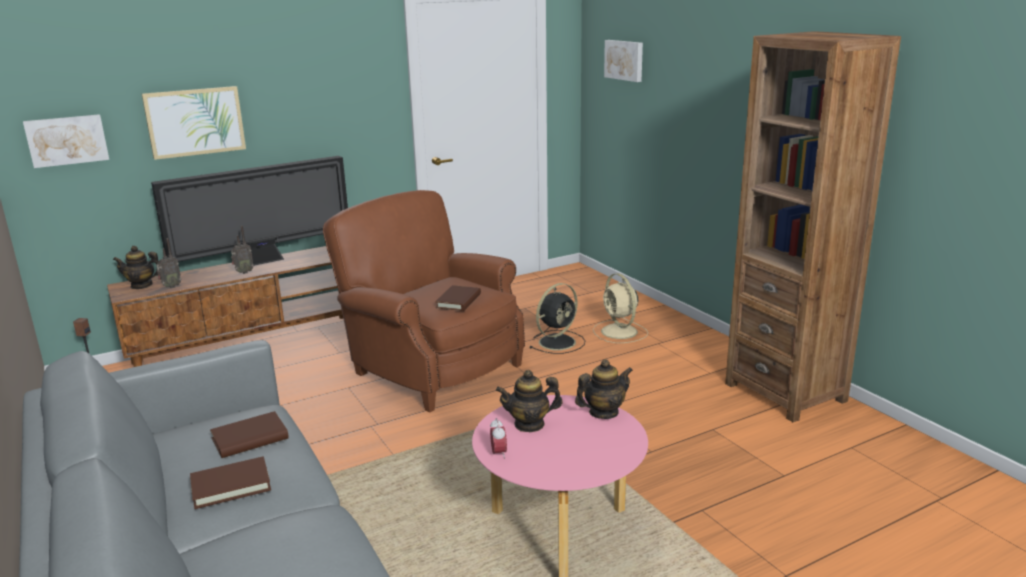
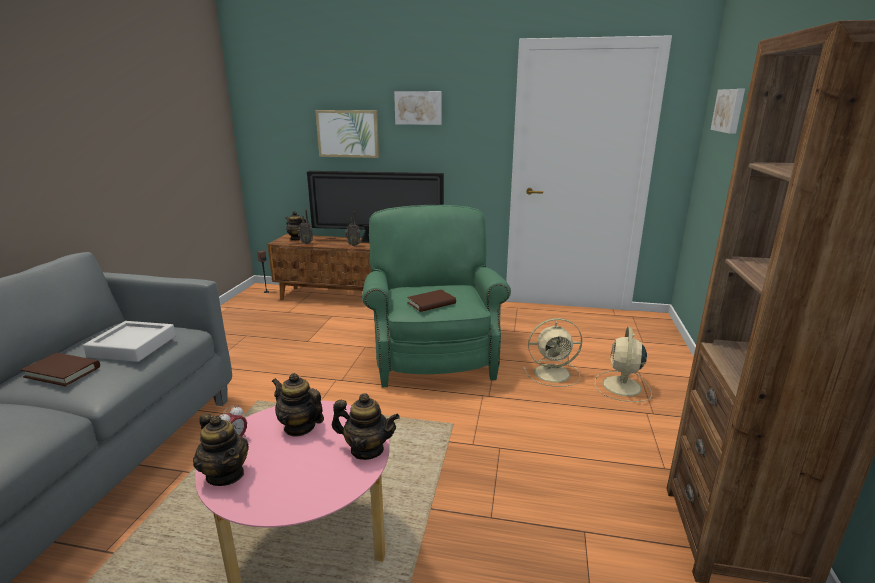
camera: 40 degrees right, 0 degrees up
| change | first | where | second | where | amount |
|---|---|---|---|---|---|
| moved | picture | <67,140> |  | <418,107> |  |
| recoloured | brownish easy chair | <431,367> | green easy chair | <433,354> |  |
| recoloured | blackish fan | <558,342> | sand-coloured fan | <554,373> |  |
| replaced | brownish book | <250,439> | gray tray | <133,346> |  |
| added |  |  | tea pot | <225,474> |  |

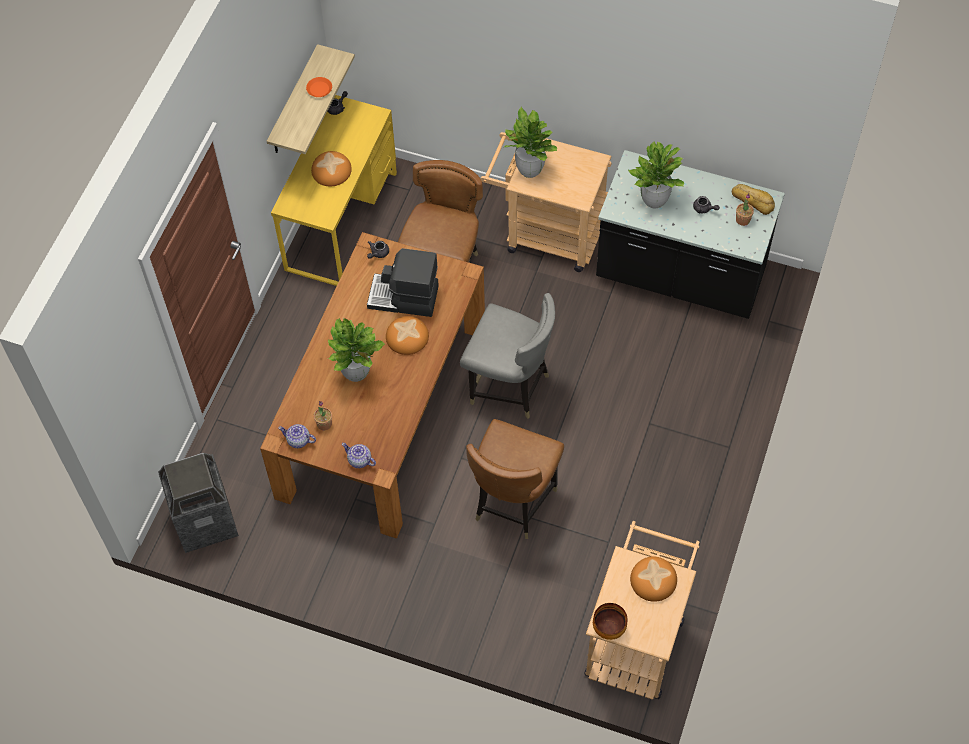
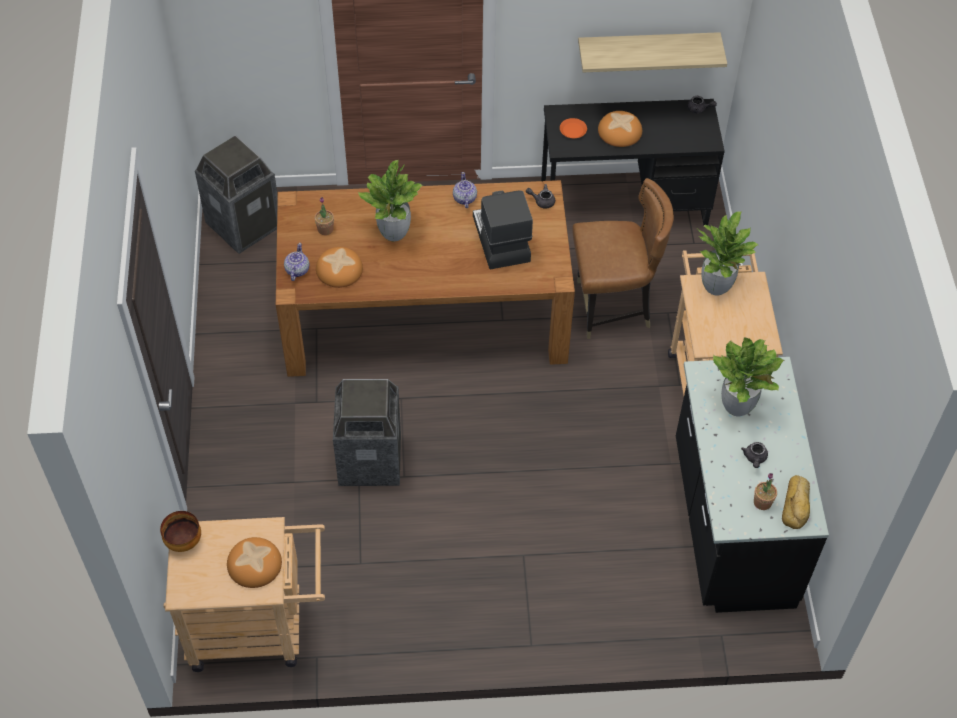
camera: 65 degrees right, 5 degrees down
| change | first | where | second | where | amount |
|---|---|---|---|---|---|
| moved | orangey dinner plate | <319,89> |  | <573,130> |  |
| recoloured | yellowish desk table | <342,220> | blackish desk table | <624,203> |  |
| removed | gray chair | <510,387> |  |  |  |
| moved | baked bread | <407,337> |  | <339,269> |  |
| replaced | brownish chair | <513,502> | rubbish bin | <369,460> |  |
| moved | tea pot | <298,440> |  | <464,199> |  |

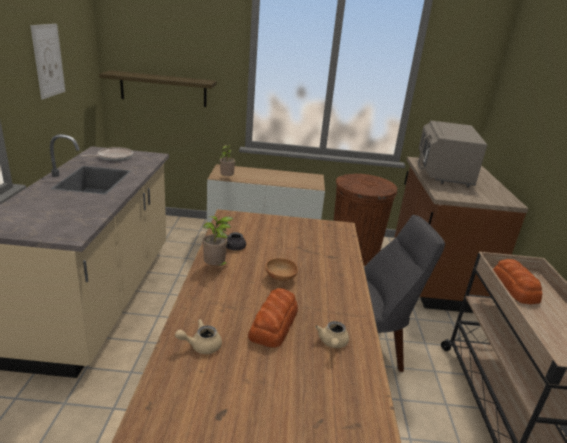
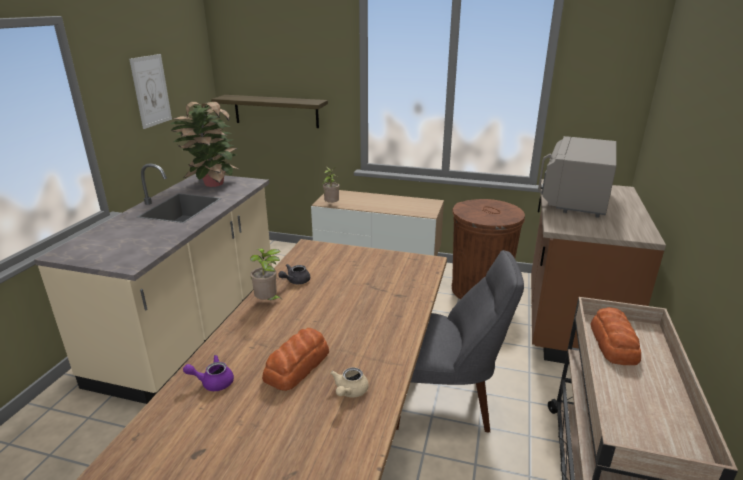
camera: 15 degrees right, 0 degrees up
| change | first | where | second | where | amount |
|---|---|---|---|---|---|
| replaced | pan | <113,157> | houseplant | <211,184> |  |
| removed | brownish serving bowl | <280,279> |  |  |  |
| recoloured | sand-coloured tea pot | <201,346> | purple tea pot | <213,382> |  |

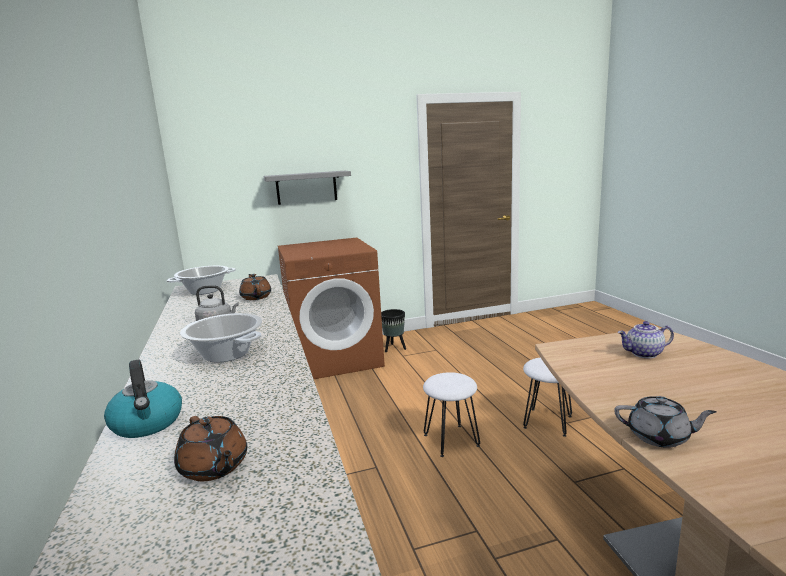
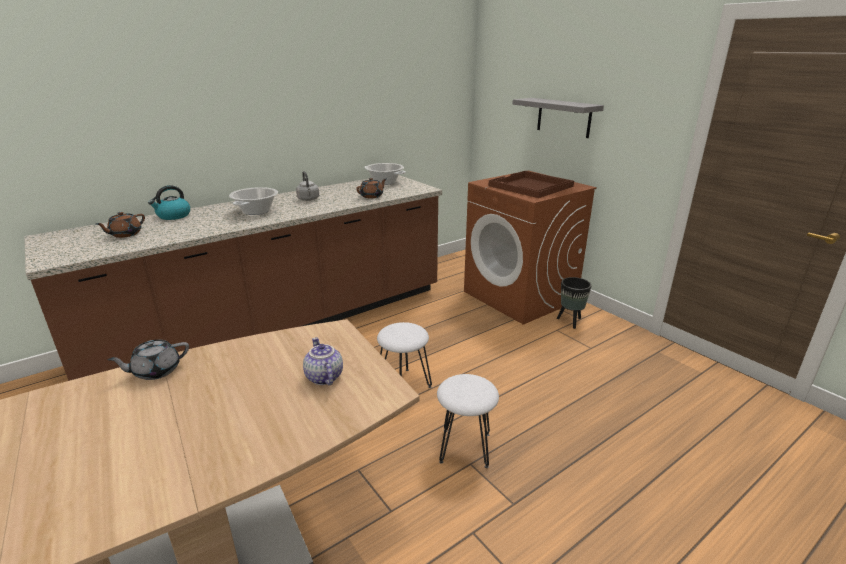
camera: 70 degrees right, 10 degrees up
| change | first | where | second | where | amount |
|---|---|---|---|---|---|
| turned | gray tea pot | <659,437> |  | <156,371> | 60 degrees clockwise |
| added |  |  | brownish tray | <531,186> |  |

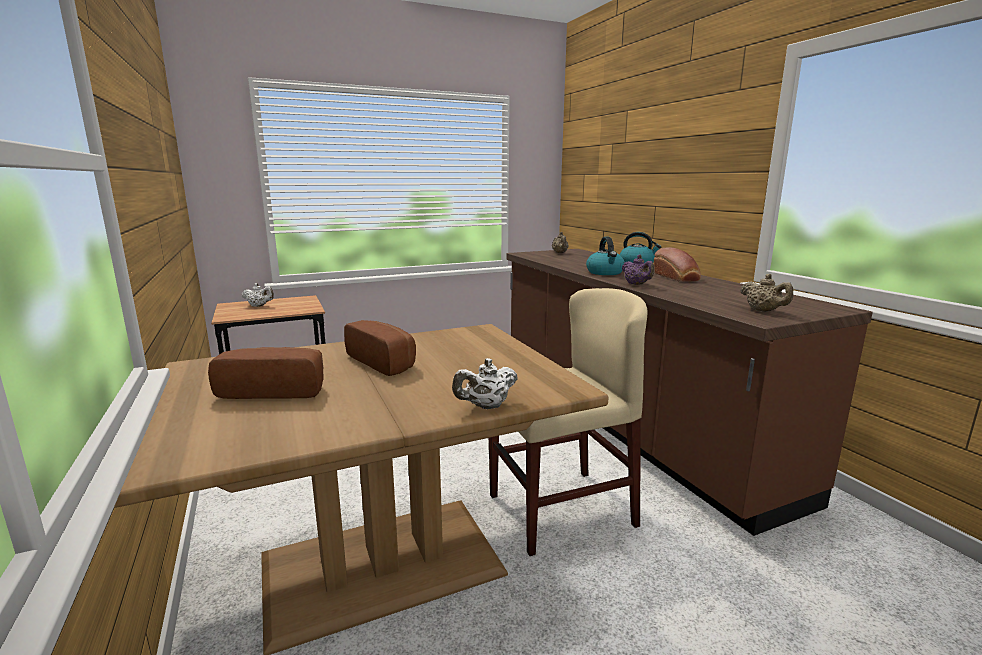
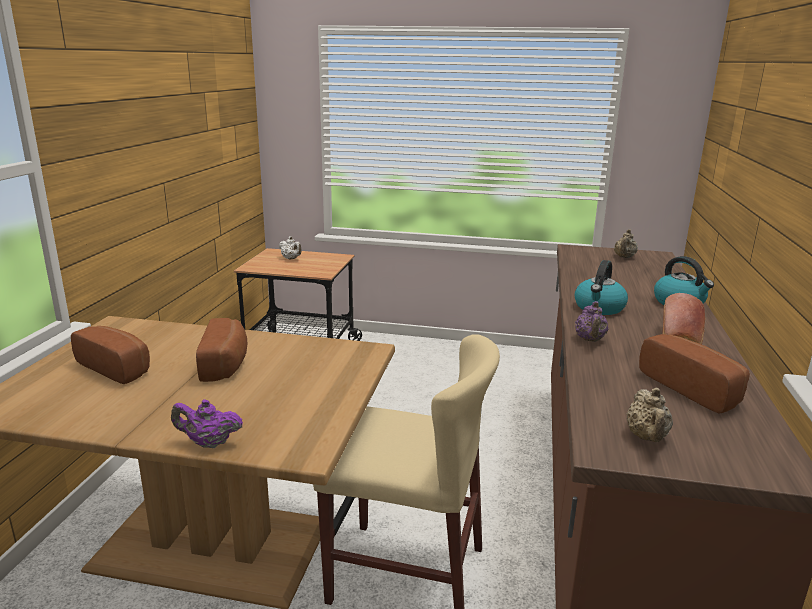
camera: 35 degrees right, 5 degrees up
| change | first | where | second | where | amount |
|---|---|---|---|---|---|
| recoloured | whitish tea pot | <486,406> | purple tea pot | <208,443> |  |
| added |  |  | baked bread | <693,388> |  |

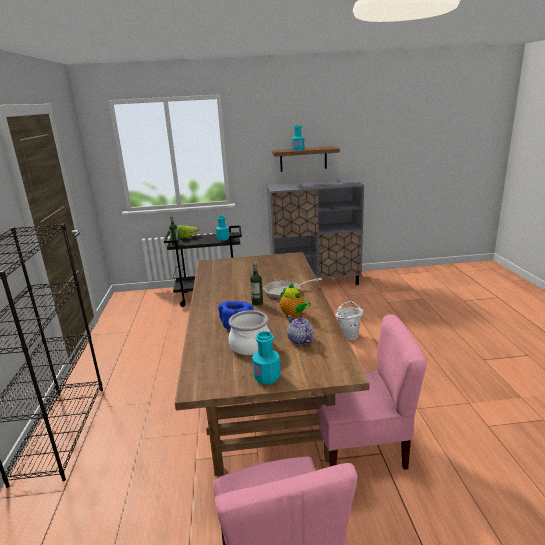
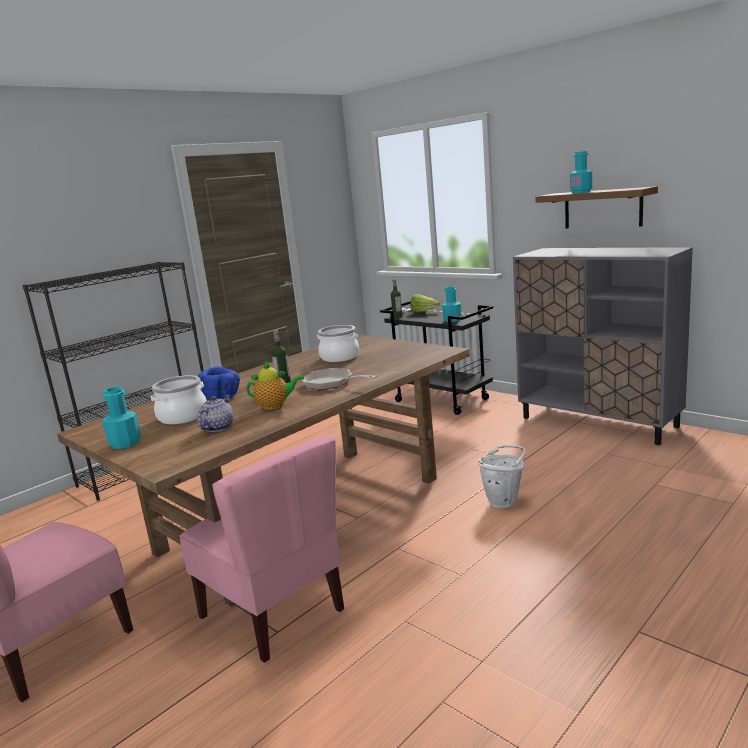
camera: 50 degrees right, 5 degrees down
| change | first | where | second | where | amount |
|---|---|---|---|---|---|
| turned | tea pot | <293,315> |  | <275,406> | 105 degrees counterclockwise |
| added |  |  | saucepot | <339,357> |  |

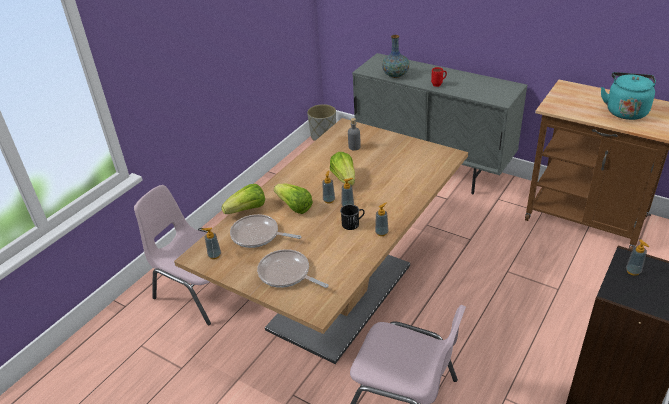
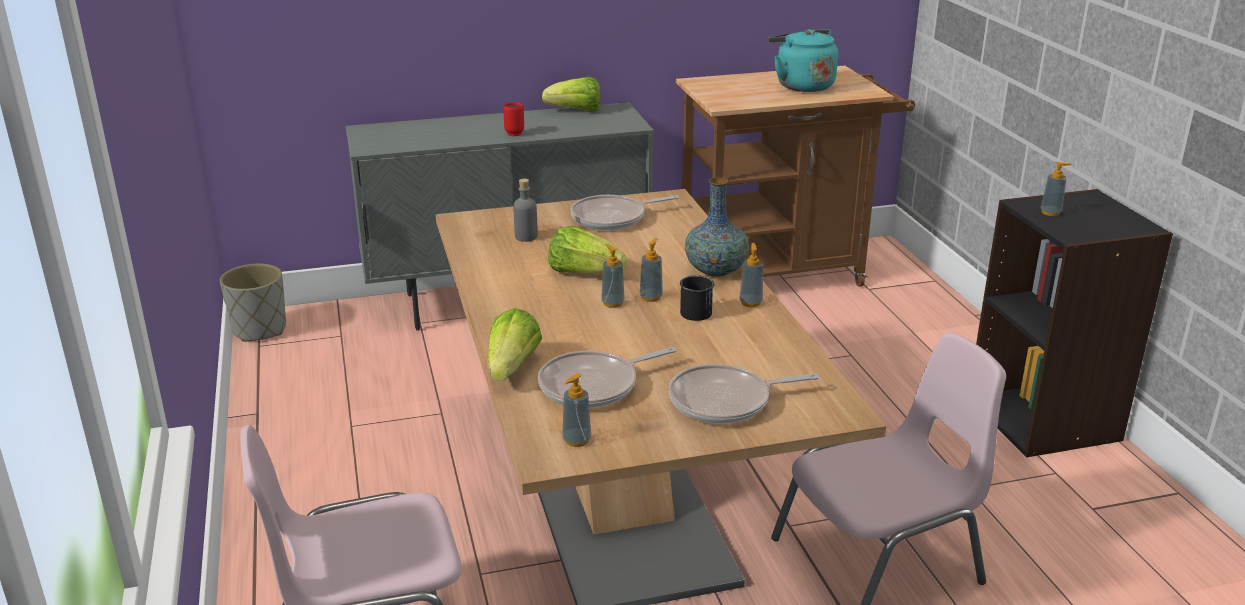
camera: 50 degrees left, 10 degrees down
| change | first | where | second | where | amount |
|---|---|---|---|---|---|
| moved | vase | <395,75> |  | <715,271> |  |
| moved | lettuce | <294,207> |  | <575,111> |  |
| added |  |  | pan | <613,218> |  |

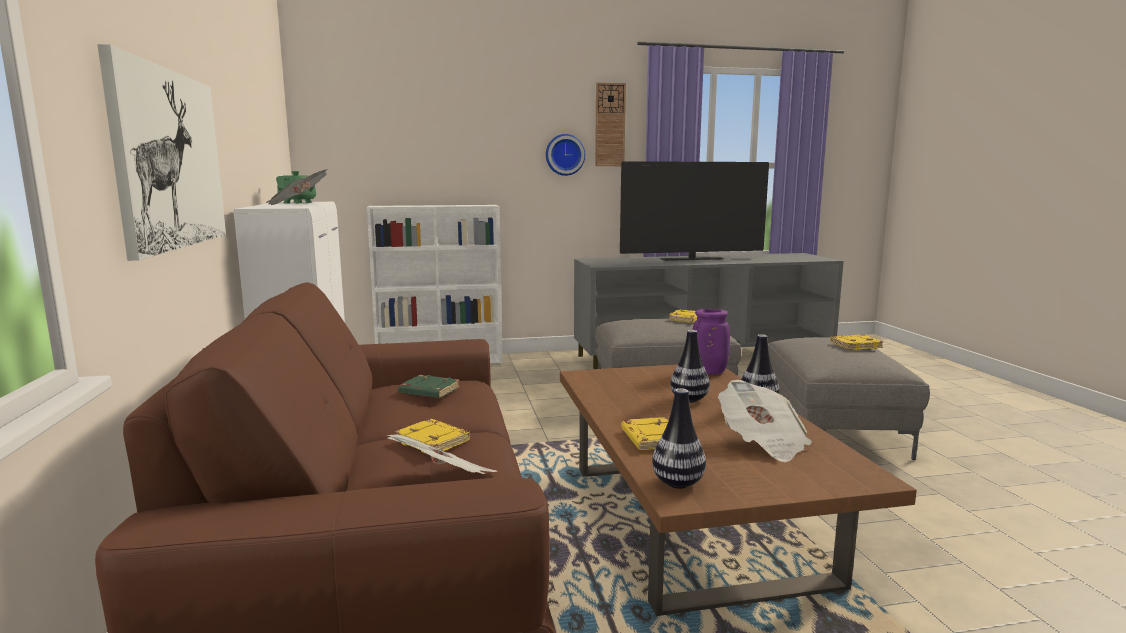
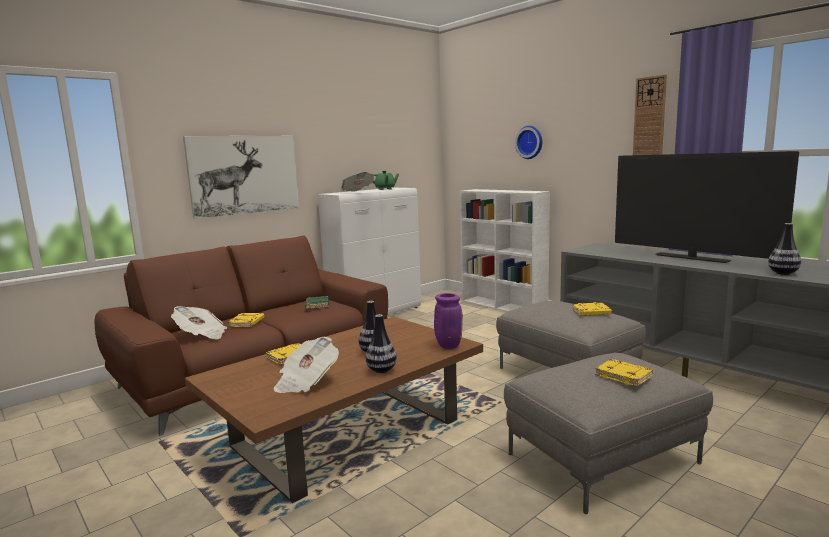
camera: 60 degrees right, 0 degrees up
| change | first | where | second | where | amount |
|---|---|---|---|---|---|
| moved | wall clock | <564,155> |  | <530,142> |  |
| moved | vase | <678,483> |  | <783,273> |  |

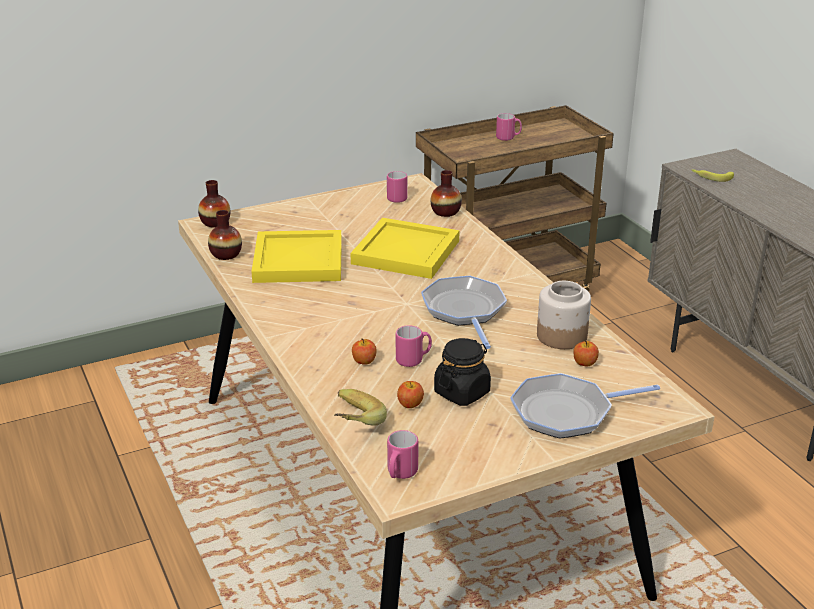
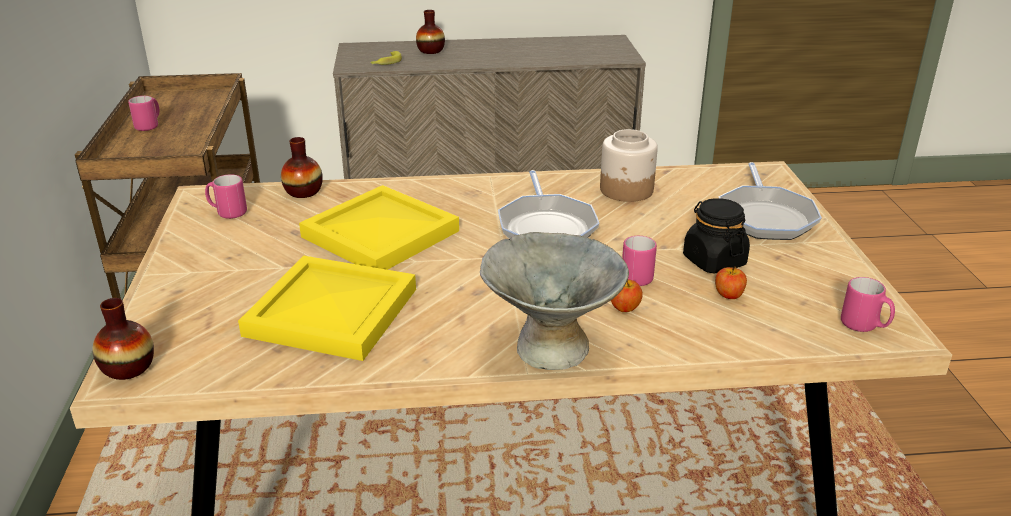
camera: 70 degrees left, 0 degrees up
| change | first | where | second | where | amount |
|---|---|---|---|---|---|
| moved | vase | <226,254> |  | <430,51> |  |
| turned | pan | <465,311> |  | <546,226> | 105 degrees counterclockwise |
| removed | apple fruit | <584,363> |  |  |  |
| removed | whole banana | <351,424> |  |  |  |
| added |  |  | gray serving bowl | <552,347> |  |

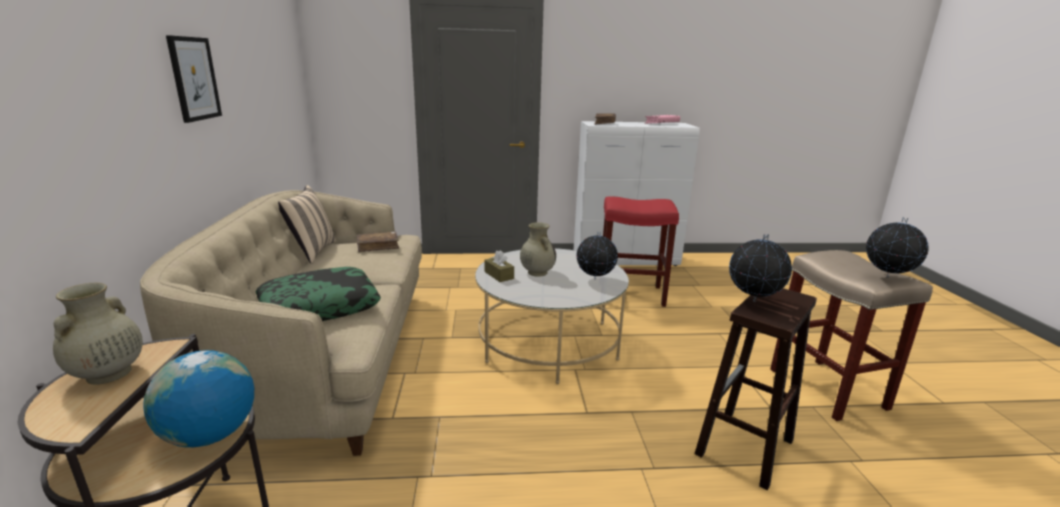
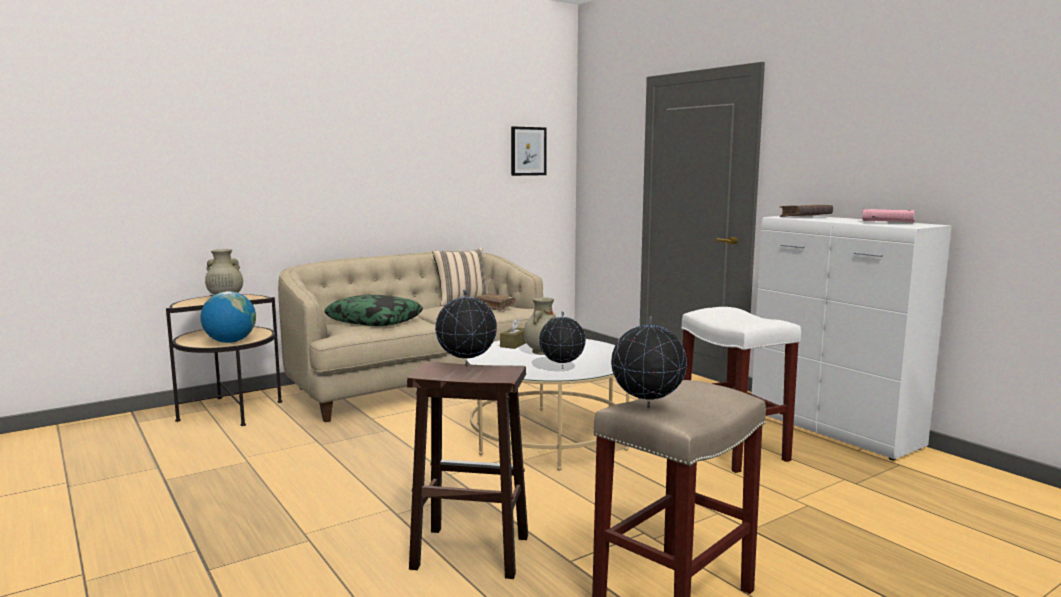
camera: 60 degrees right, 10 degrees down
| change | first | where | second | where | amount |
|---|---|---|---|---|---|
| moved | picture | <194,78> |  | <528,151> |  |
| recoloured | red-coloured sitting stool | <631,294> | whitish sitting stool | <734,450> |  |

